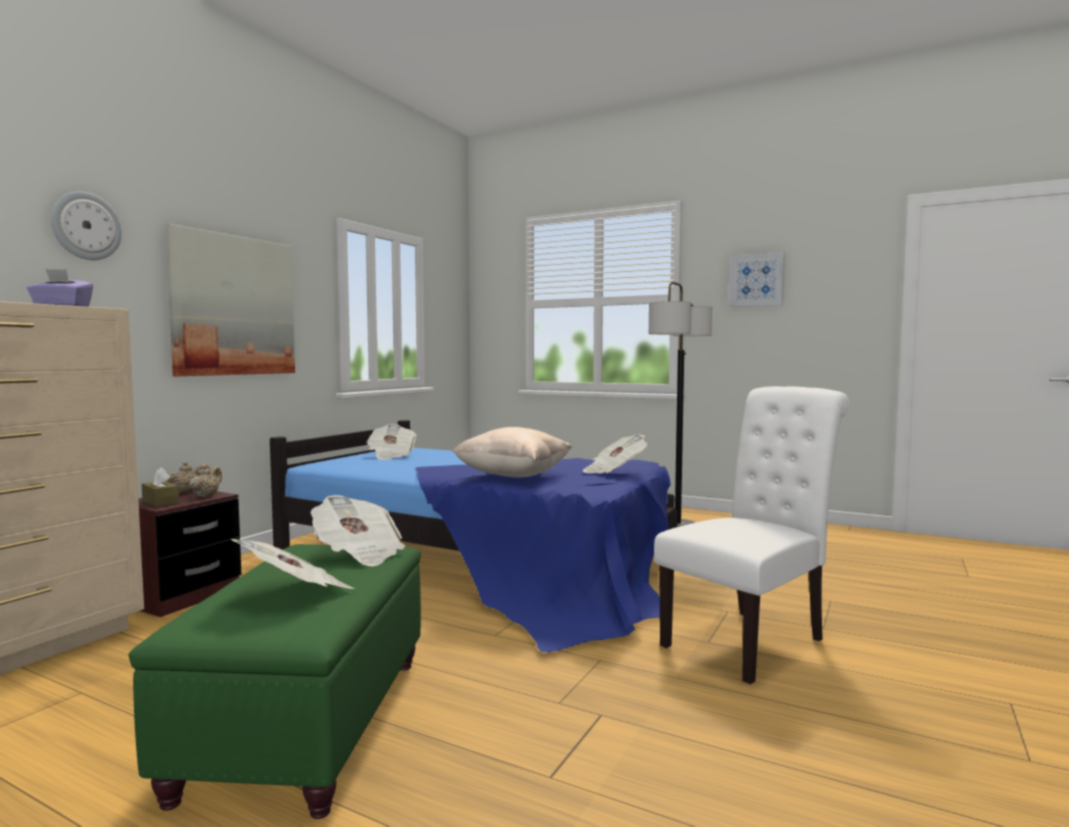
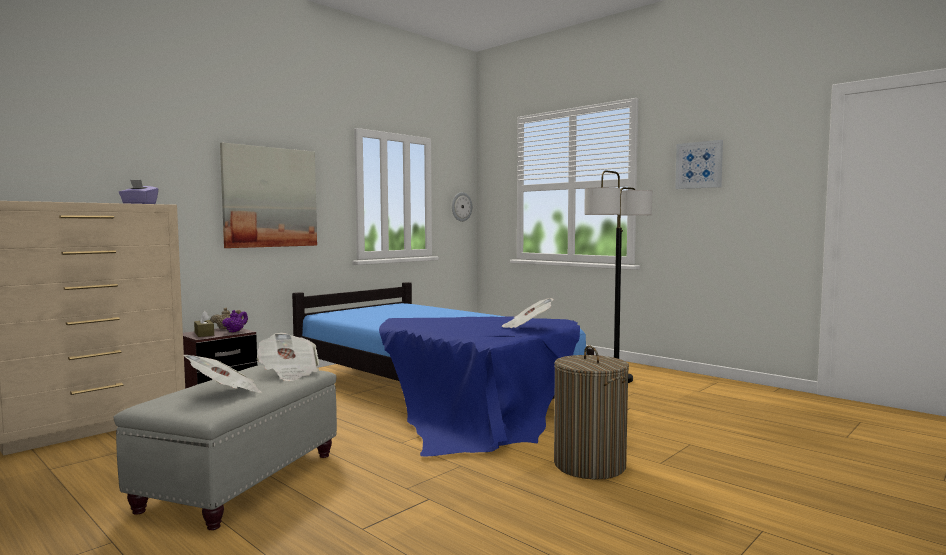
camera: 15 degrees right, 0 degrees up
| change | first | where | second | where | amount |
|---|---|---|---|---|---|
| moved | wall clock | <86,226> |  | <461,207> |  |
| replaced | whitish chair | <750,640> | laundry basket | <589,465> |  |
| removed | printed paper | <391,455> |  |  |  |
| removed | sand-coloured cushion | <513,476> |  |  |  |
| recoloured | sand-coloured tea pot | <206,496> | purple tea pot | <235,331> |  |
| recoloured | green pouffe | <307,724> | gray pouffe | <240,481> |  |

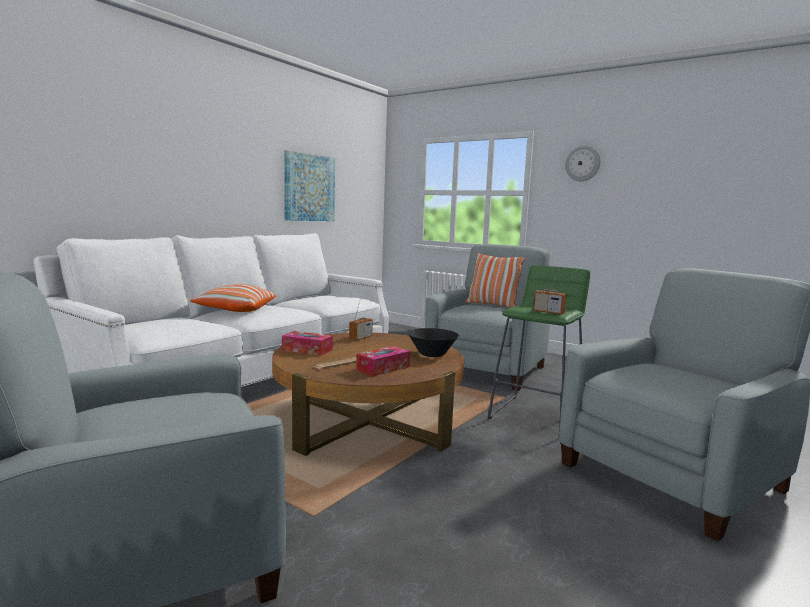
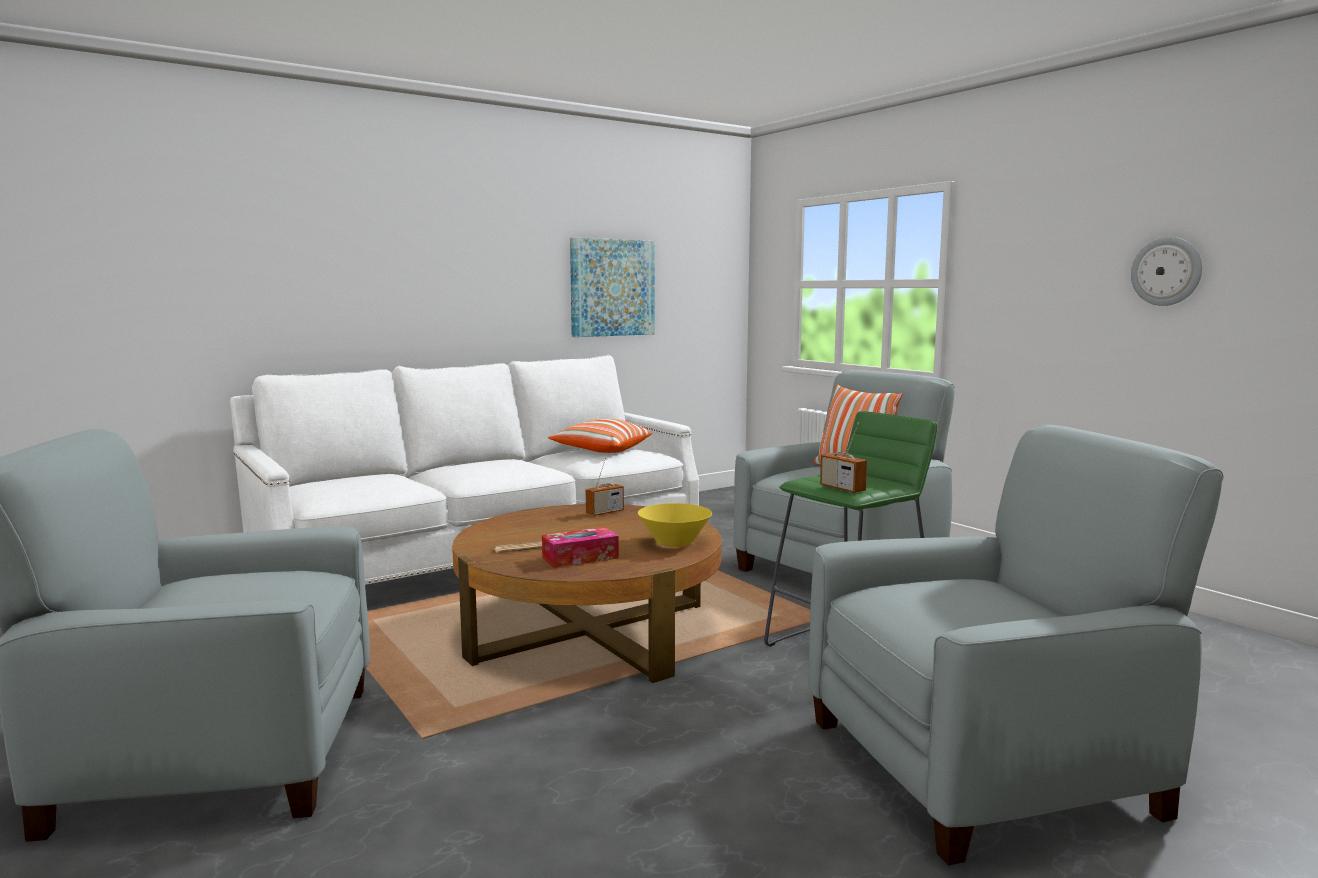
camera: 20 degrees right, 0 degrees up
| change | first | where | second | where | amount |
|---|---|---|---|---|---|
| moved | wall clock | <582,163> |  | <1166,271> |  |
| moved | cushion | <235,310> |  | <601,450> |  |
| recoloured | blackish serving bowl | <432,354> | yellowish serving bowl | <674,542> |  |
| removed | tissue box | <307,350> |  |  |  |

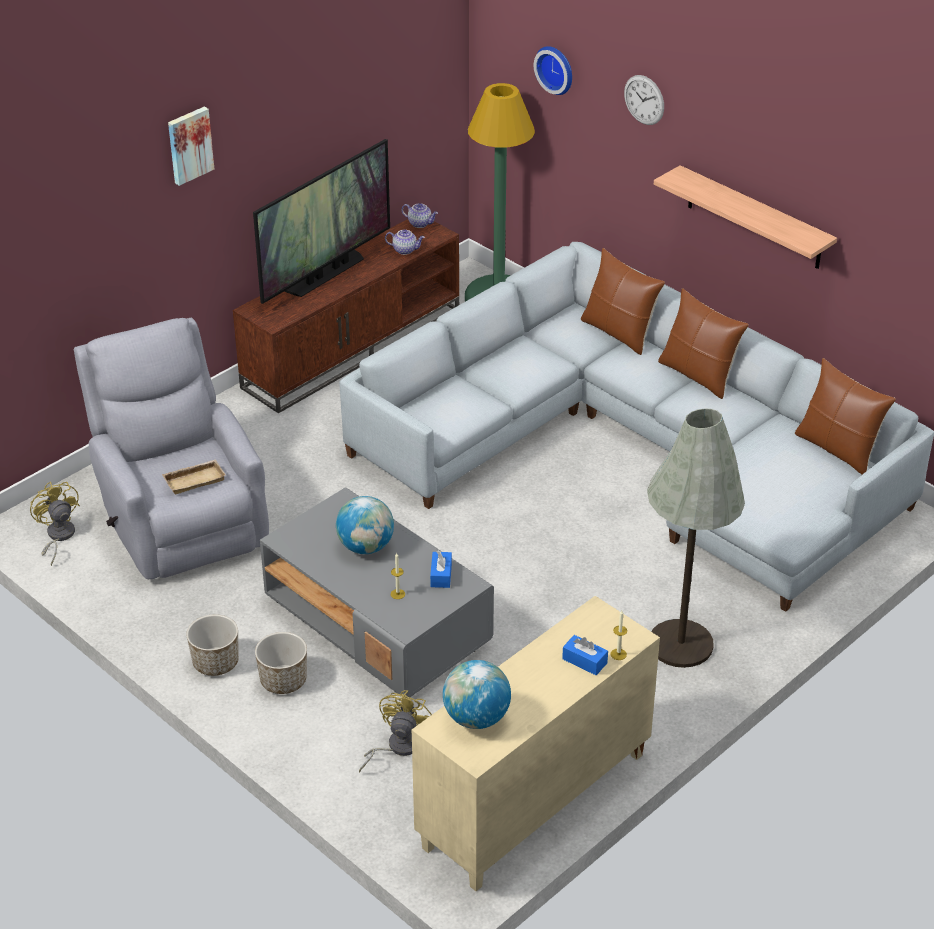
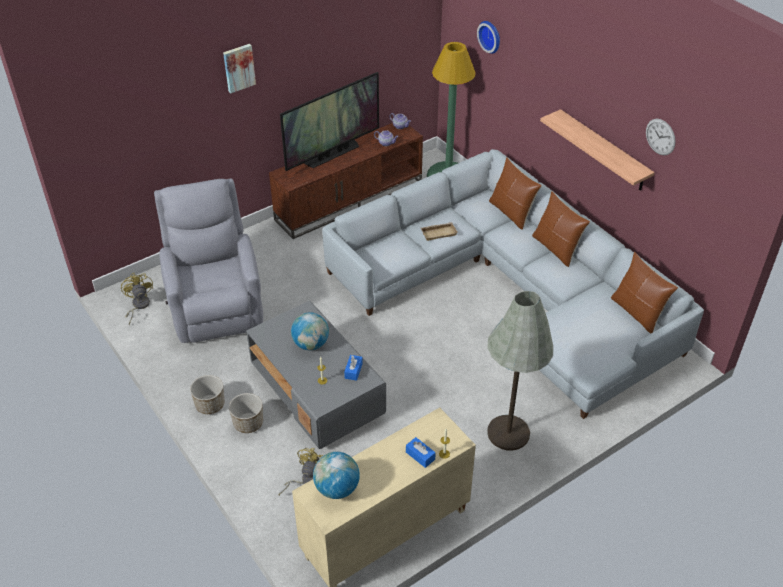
camera: 10 degrees right, 5 degrees up
| change | first | where | second | where | amount |
|---|---|---|---|---|---|
| moved | wall clock | <644,100> |  | <660,137> |  |
| moved | sand-coloured tray | <194,479> |  | <439,233> |  |

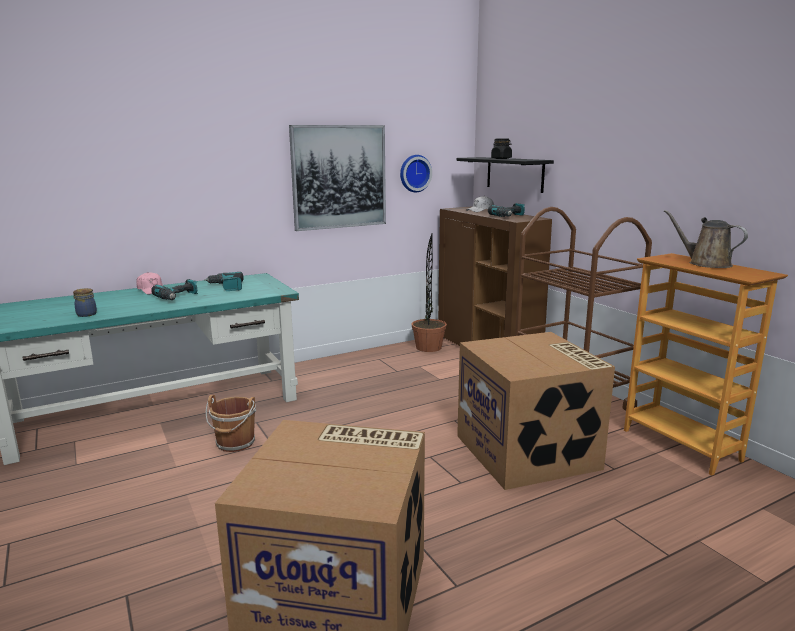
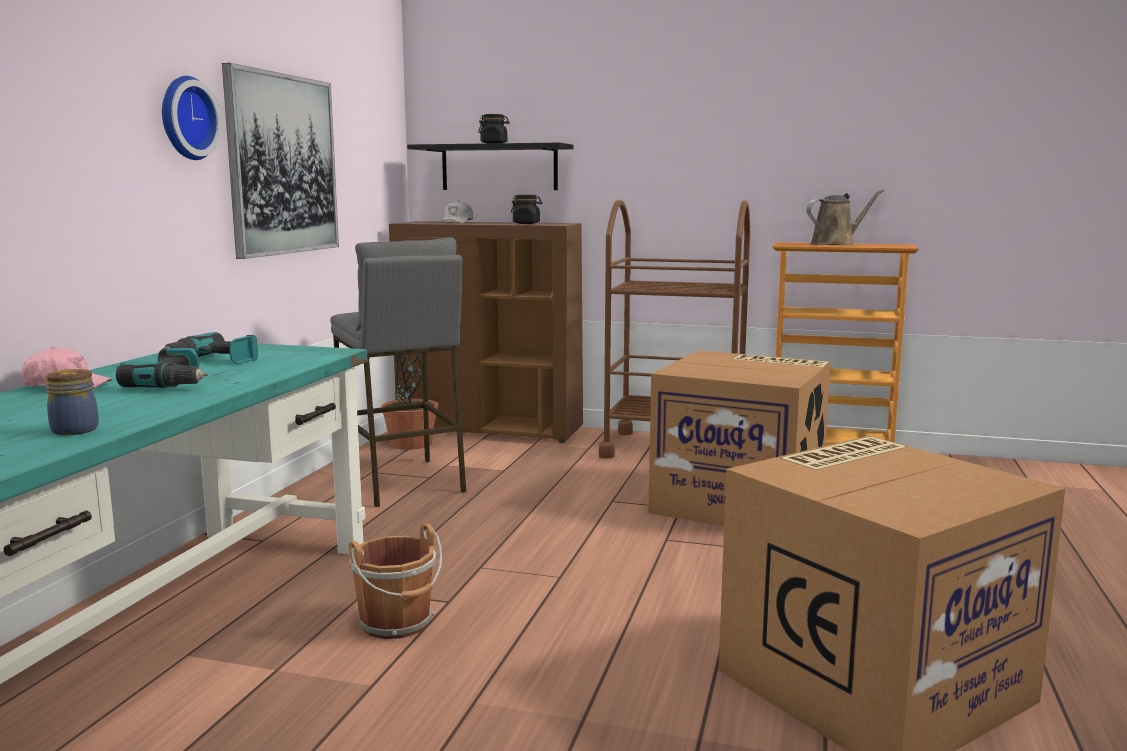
camera: 45 degrees left, 5 degrees down
| change | first | where | second | where | amount |
|---|---|---|---|---|---|
| moved | wall clock | <414,173> |  | <185,118> |  |
| replaced | power drill | <509,216> | blackish preserve jar | <526,223> |  |
| turned | brownish watering can | <705,263> |  | <836,244> | 150 degrees clockwise |
| added |  |  | gray sitting stool | <402,482> |  |

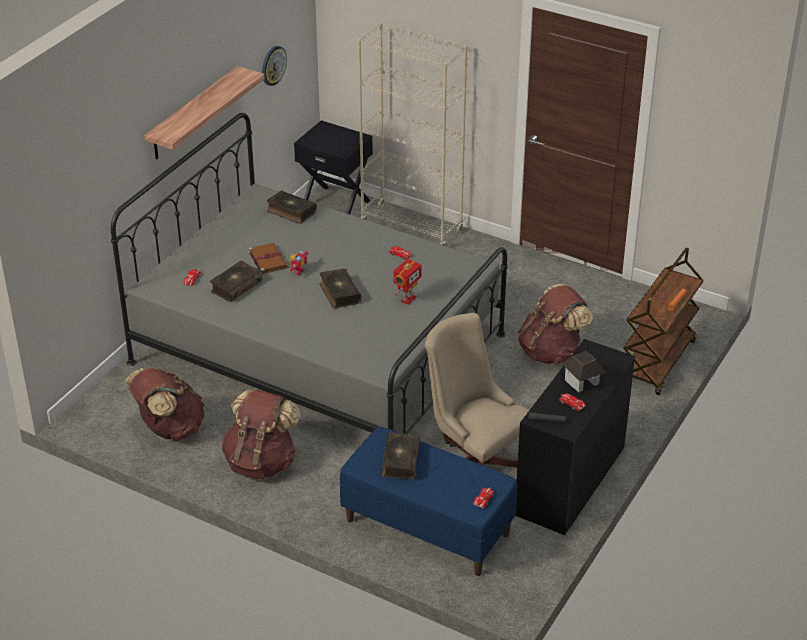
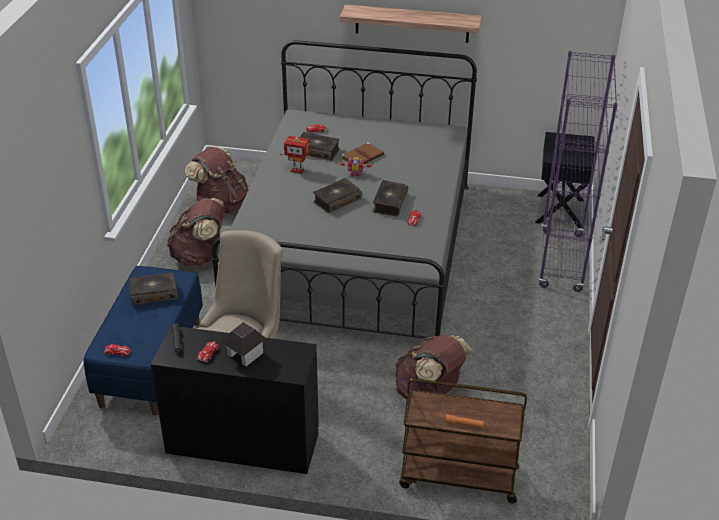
camera: 70 degrees right, 0 degrees up
| change | first | where | second | where | amount |
|---|---|---|---|---|---|
| recoloured | sand-coloured bookcase | <412,227> | purple bookcase | <561,261> |  |
| removed | wall clock | <273,65> |  |  |  |
| moved | book | <291,212> |  | <389,203> |  |
| moved | model robot | <407,299> |  | <297,170> |  |

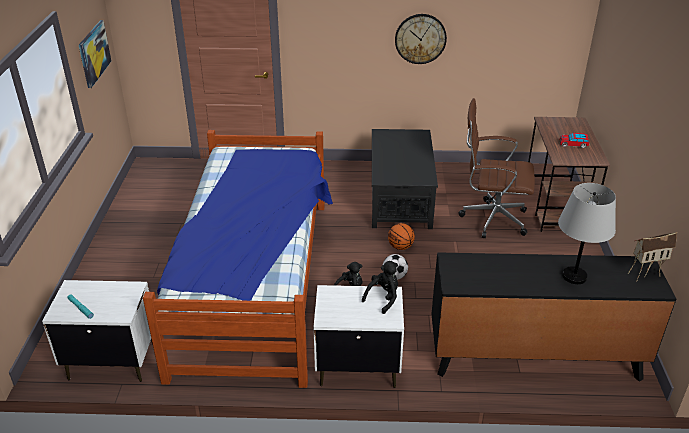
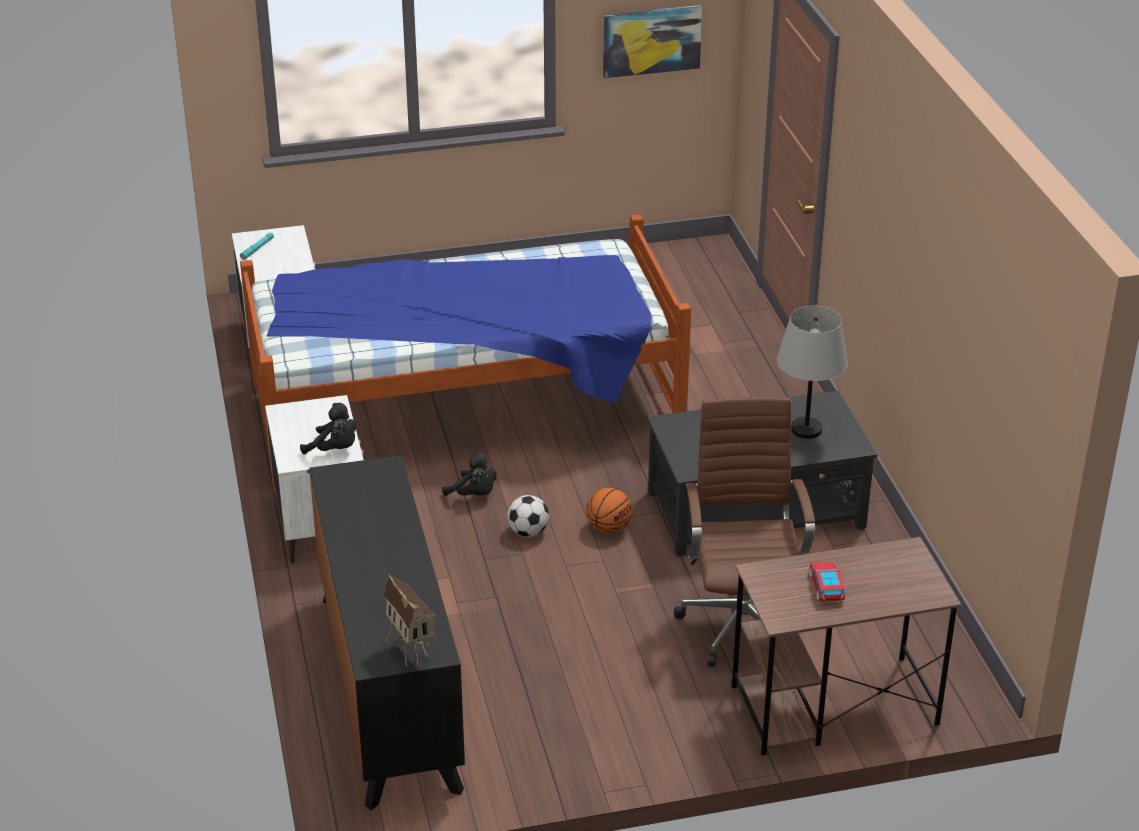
camera: 75 degrees right, 0 degrees up
| change | first | where | second | where | amount |
|---|---|---|---|---|---|
| removed | wall clock | <420,38> |  |  |  |
| moved | gray table lamp | <574,276> |  | <806,429> |  |

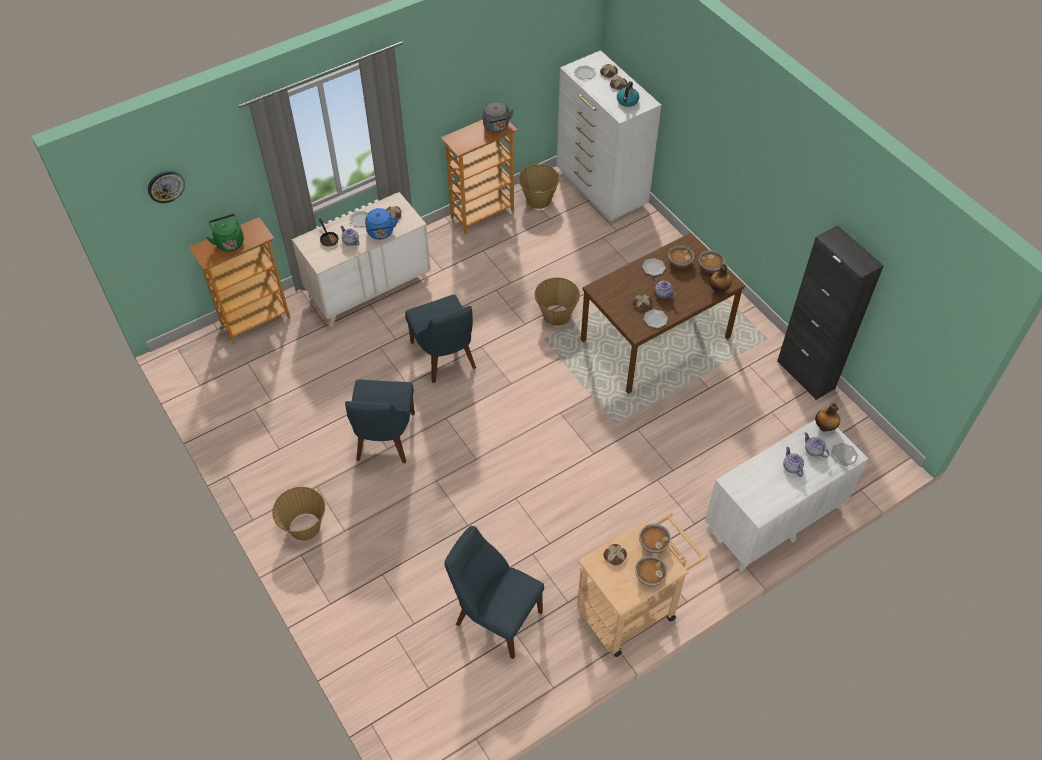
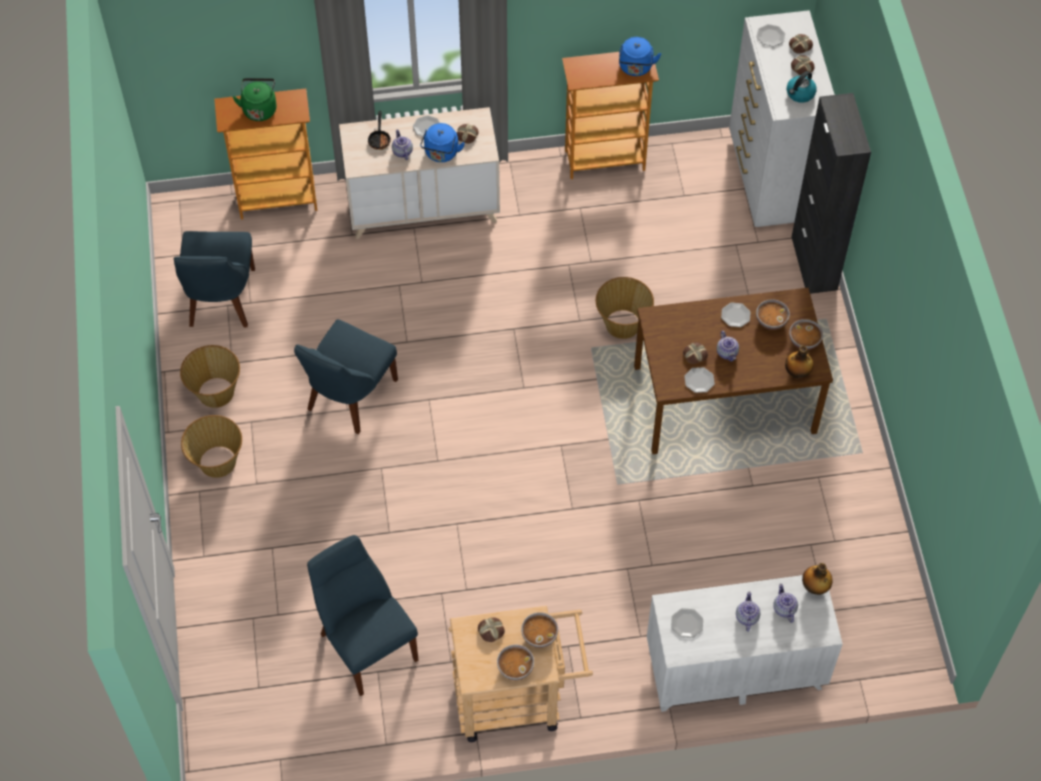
camera: 25 degrees right, 5 degrees up
| change | first | where | second | where | amount |
|---|---|---|---|---|---|
| recoloured | gray kettle | <497,127> | blue-coloured kettle | <635,68> |  |
| moved | household basket | <538,199> |  | <215,392> |  |
| removed | wall clock | <166,186> |  |  |  |
| moved | blackish storage cabinet | <805,374> |  | <814,263> |  |
| moved | blue-coloured chair | <444,357> |  | <221,301> |  |
| moved | dinner plate | <843,455> |  | <686,623> |  |

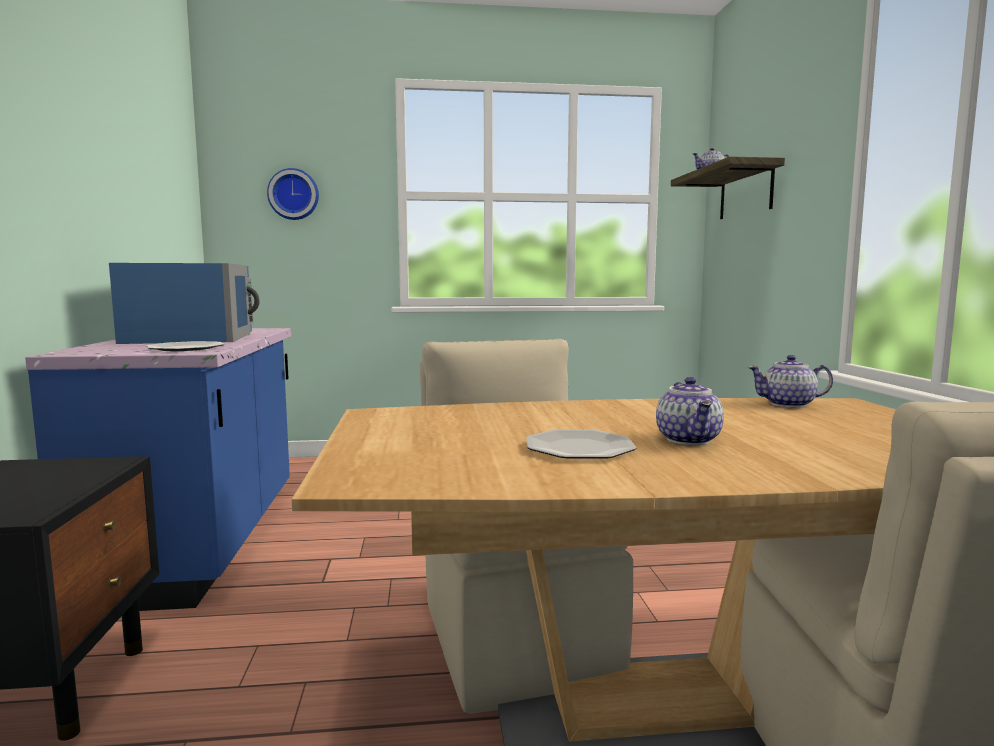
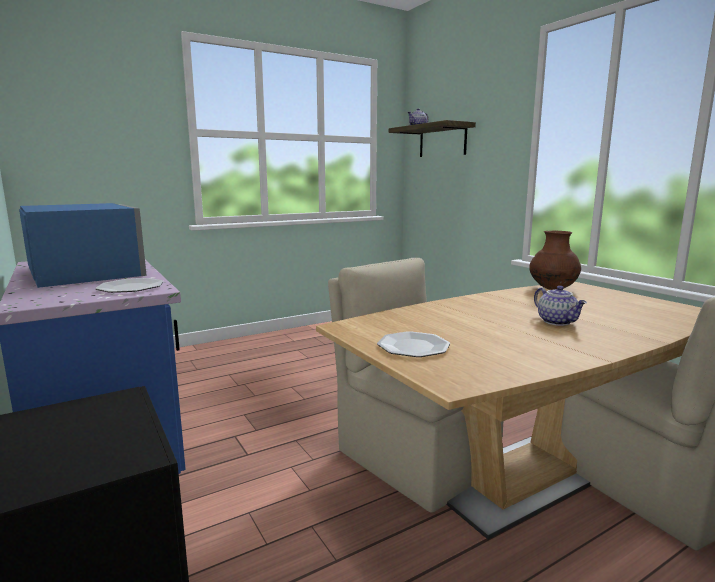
camera: 25 degrees left, 5 degrees up
| change | first | where | second | where | amount |
|---|---|---|---|---|---|
| removed | wall clock | <294,194> |  |  |  |
| replaced | tea pot | <789,404> | brownish vase | <553,289> |  |
| moved | dinner plate | <579,448> |  | <413,346> |  |

